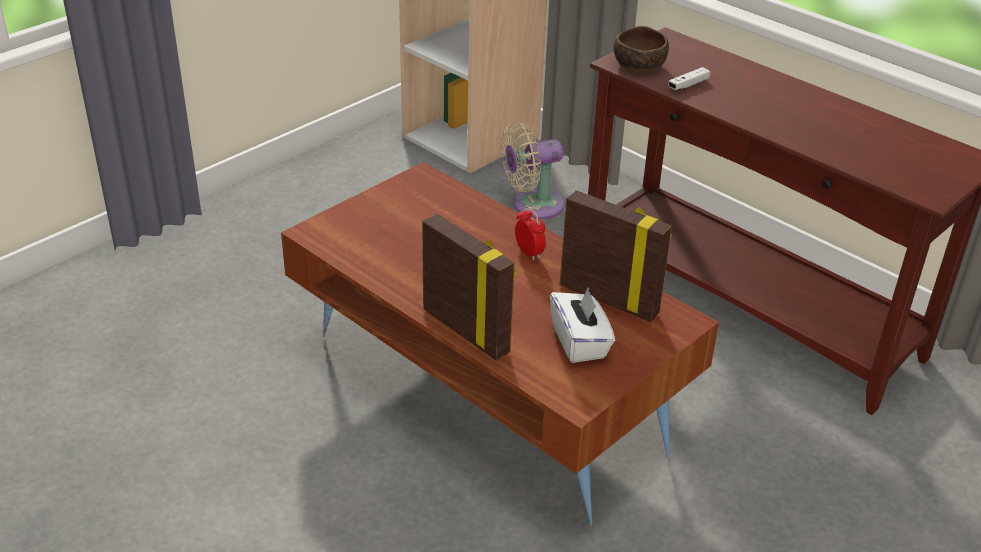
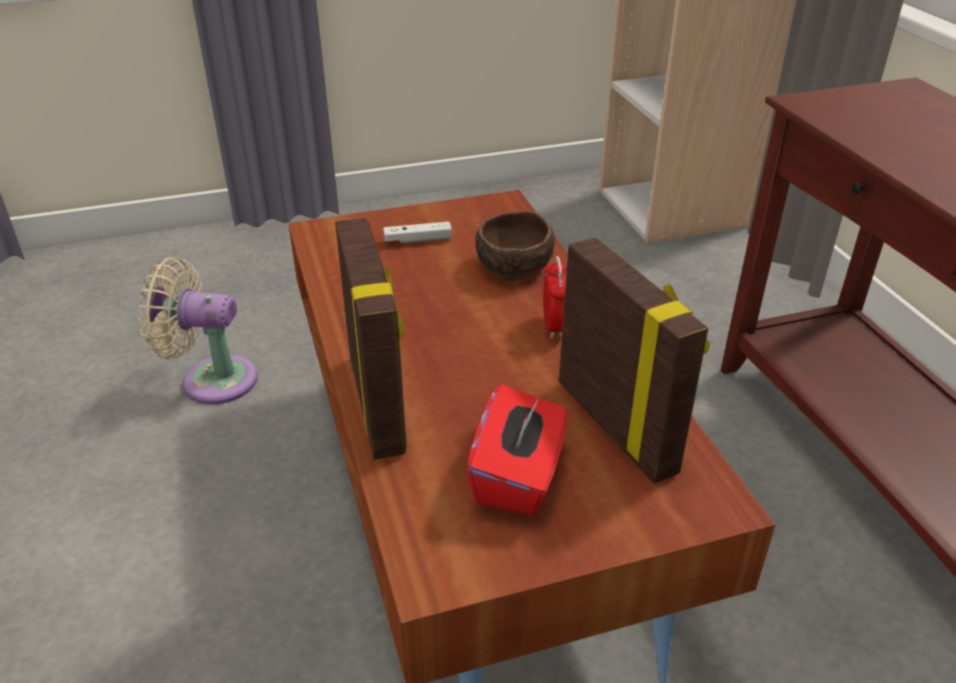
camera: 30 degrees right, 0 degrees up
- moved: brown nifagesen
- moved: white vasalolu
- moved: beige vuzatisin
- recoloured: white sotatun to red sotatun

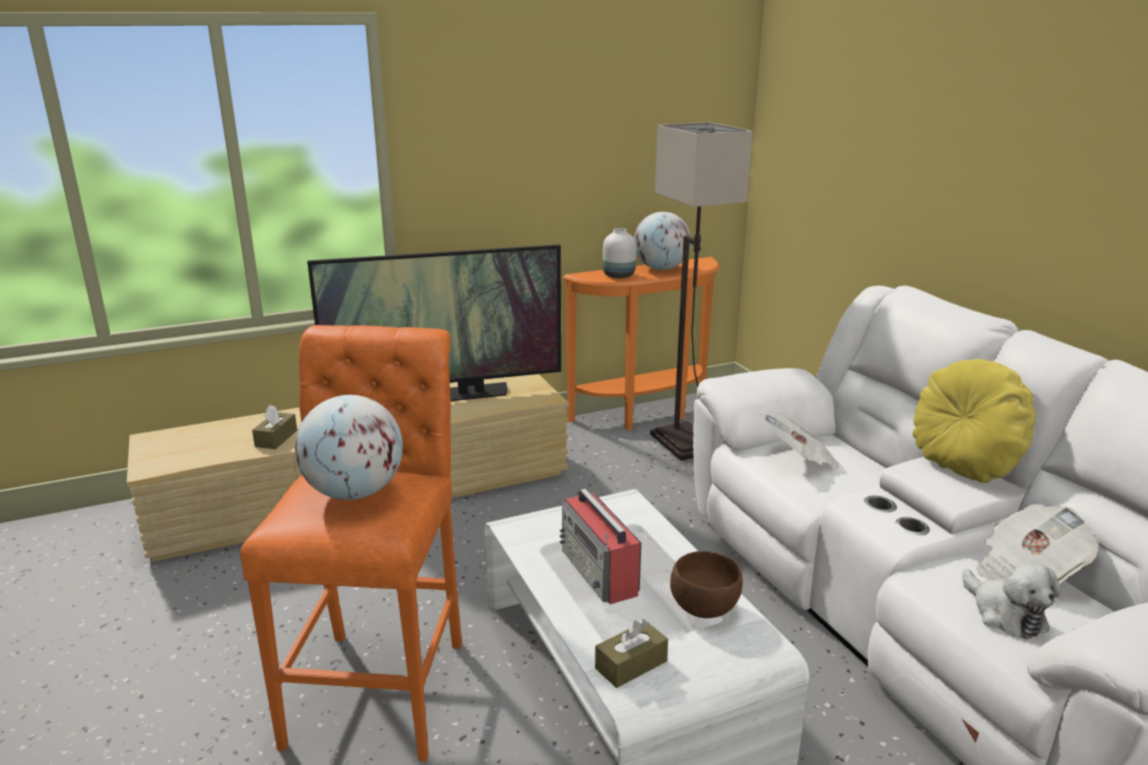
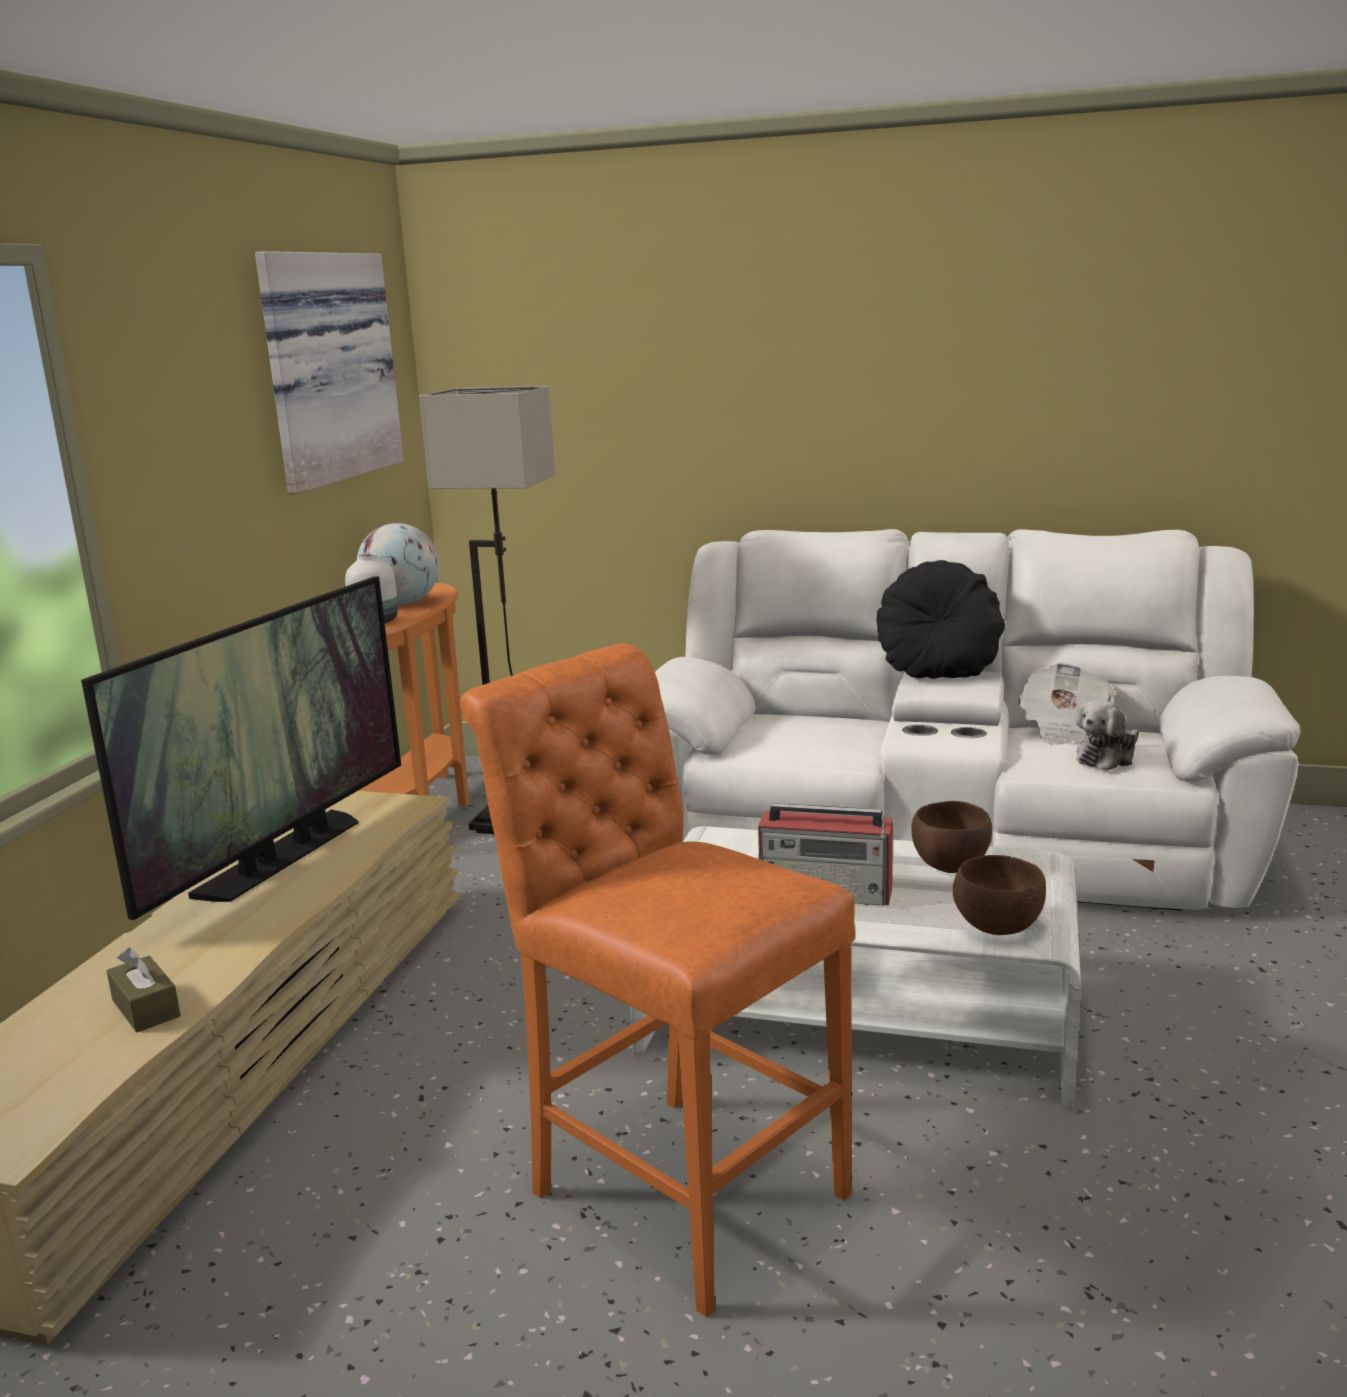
camera: 50 degrees left, 5 degrees down
- recoloured: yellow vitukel to black vitukel
- removed: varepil (1st from left)
- removed: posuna (1st from left)
- turned: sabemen 120 degrees clockwise
- replaced: brown sotatun (2nd from left) to brown nifagesen (2nd from left)
- added: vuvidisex

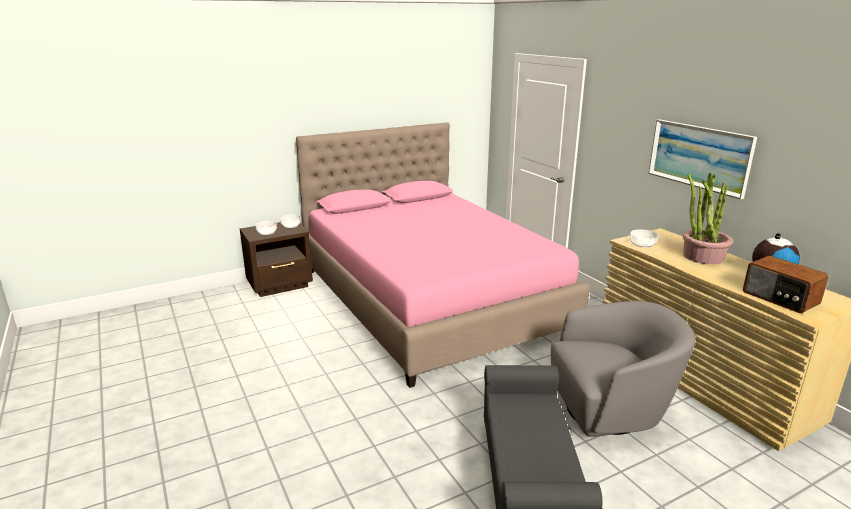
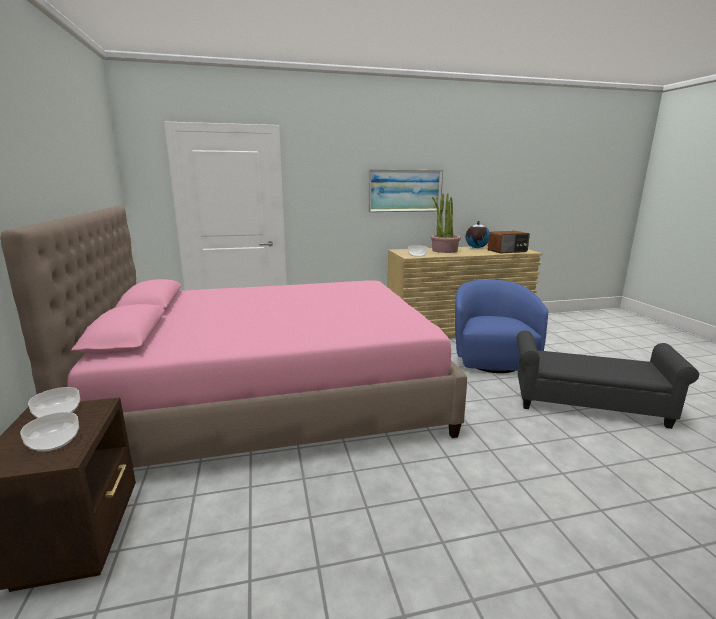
camera: 75 degrees left, 5 degrees down
- recoloured: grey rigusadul to blue rigusadul

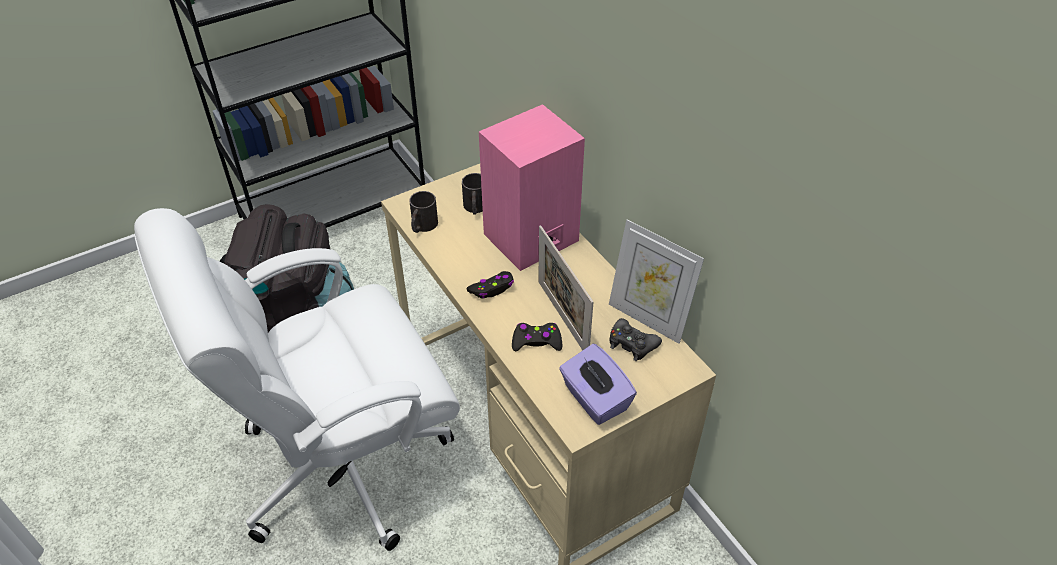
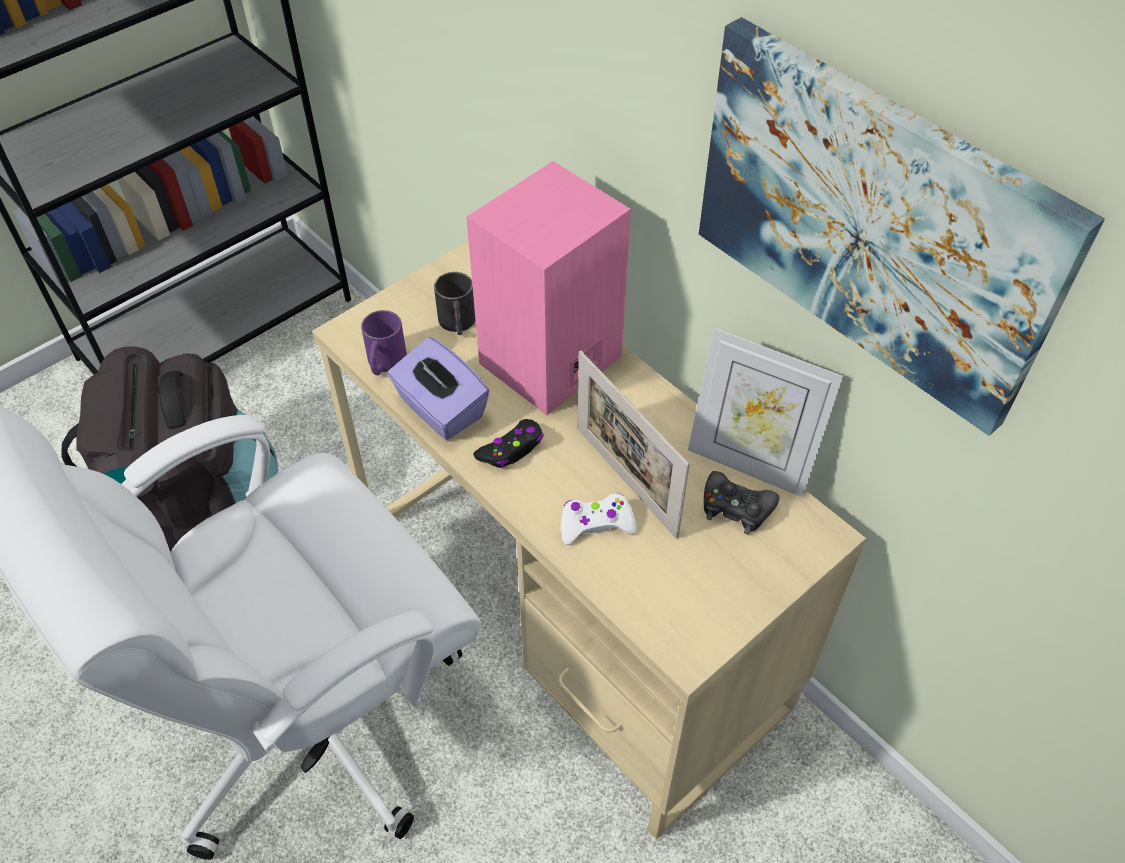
camera: 10 degrees left, 5 degrees up
- recoloured: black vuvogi (1st from left) to purple vuvogi
- recoloured: black vasalolu (2nd from left) to white vasalolu
- moved: purple sotatun
- added: vuvidisex

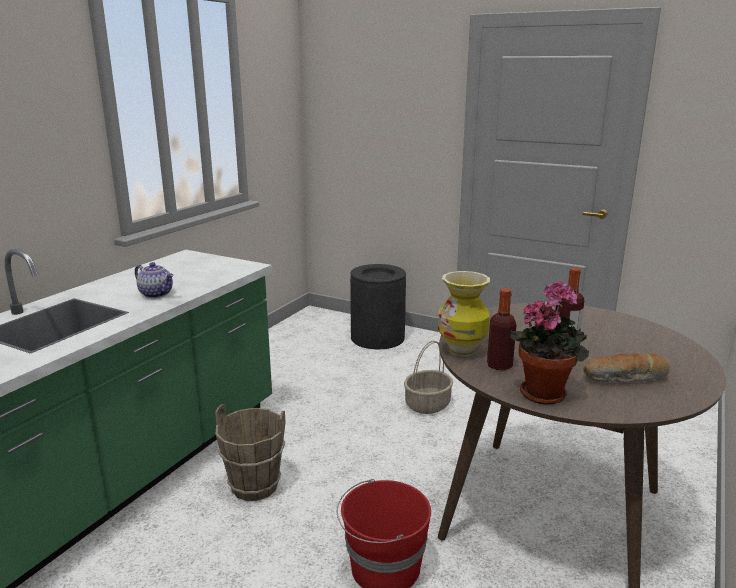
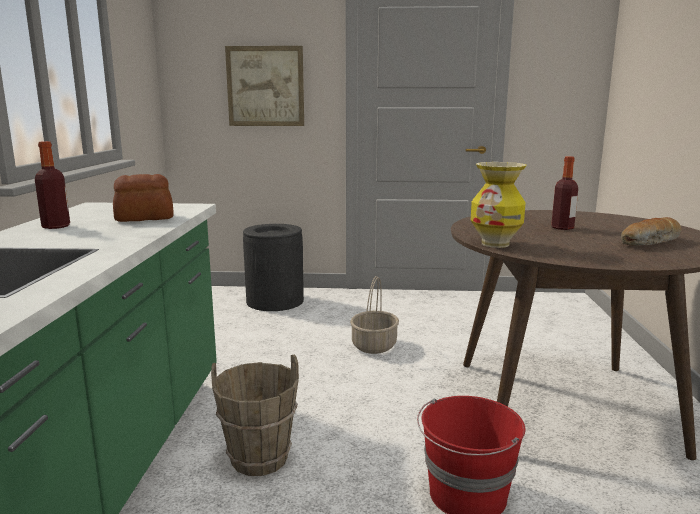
camera: 25 degrees left, 5 degrees down
- removed: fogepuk
- removed: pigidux
- moved: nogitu (1st from left)
- added: vuvidisex
- added: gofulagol (1st from left)

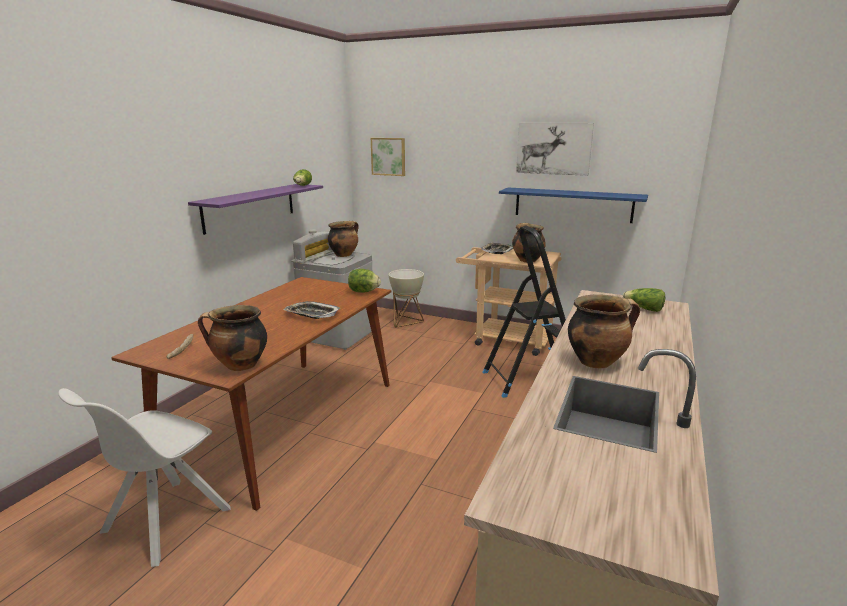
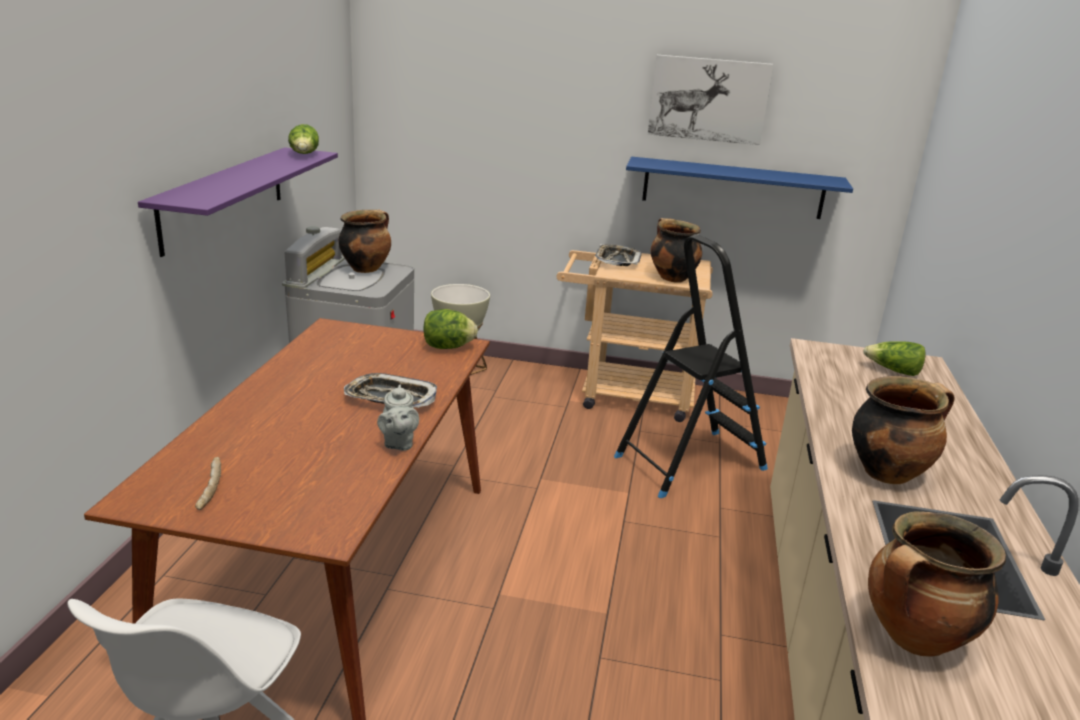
camera: 15 degrees left, 5 degrees up
- removed: vuvidisex (1st from left)
- moved: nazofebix (1st from left in the first image) to nazofebix (4th from left)
- added: grey fogepuk

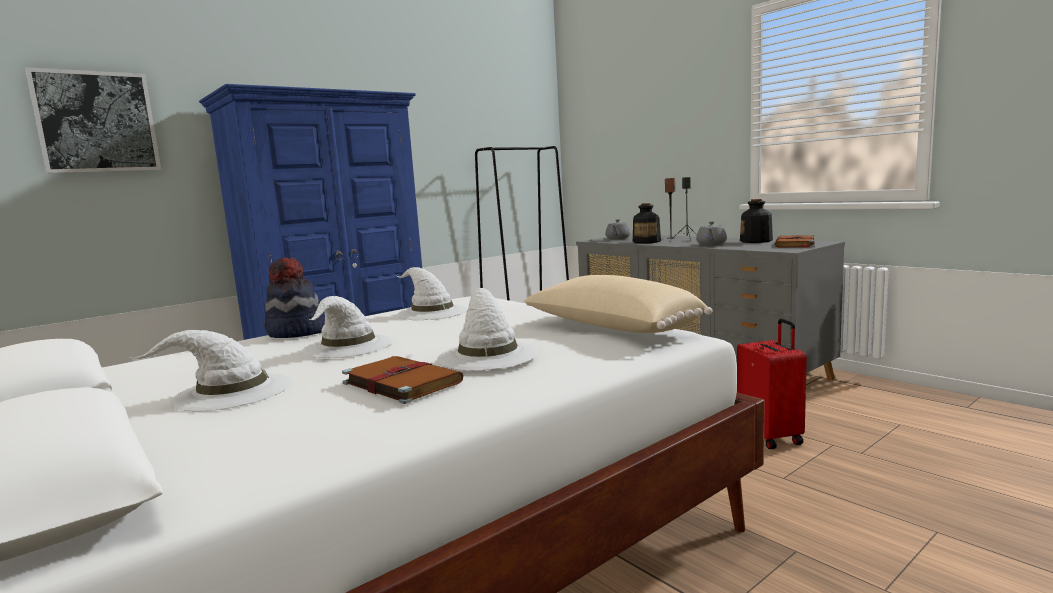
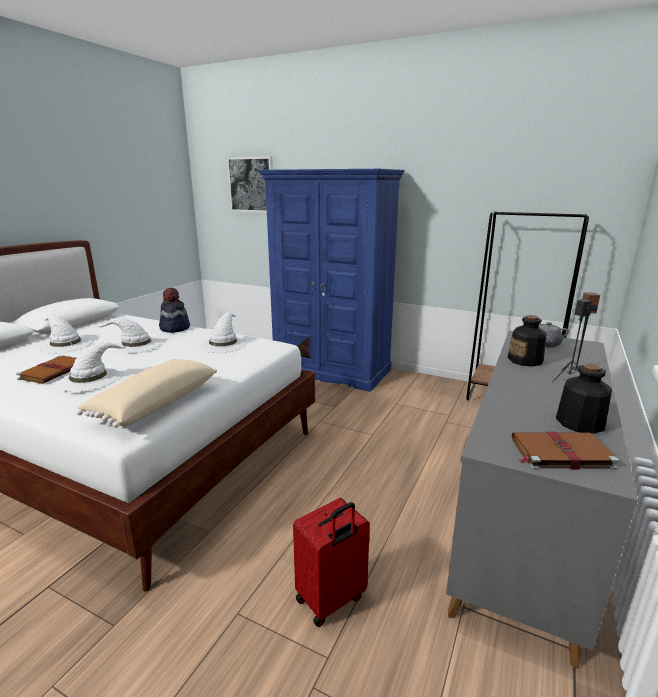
camera: 65 degrees right, 10 degrees up
- removed: grey fogepuk (2nd from left)

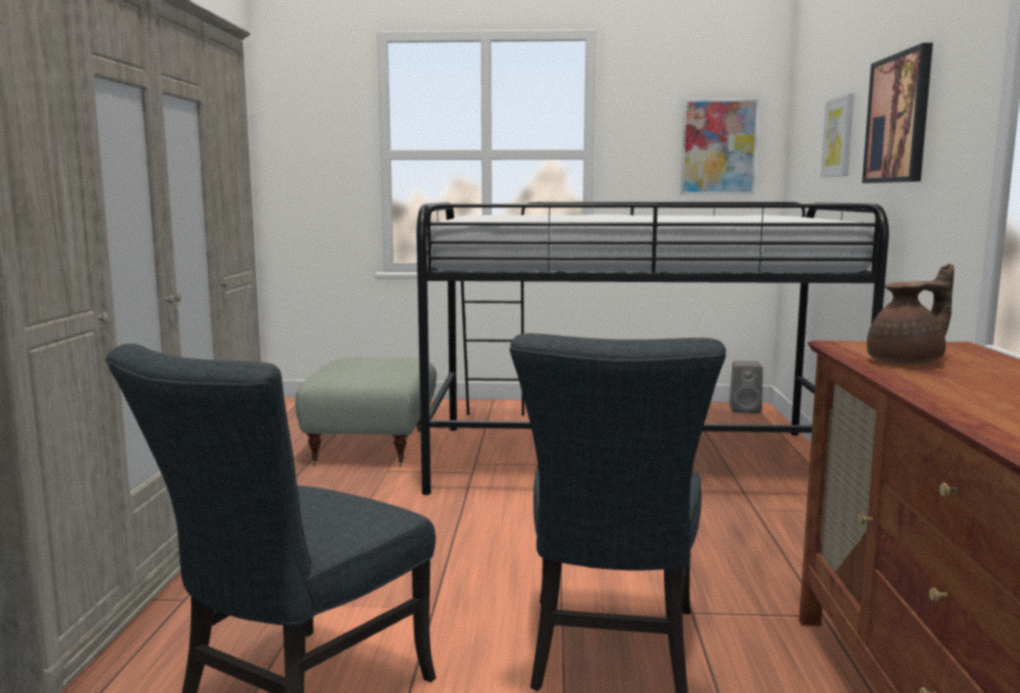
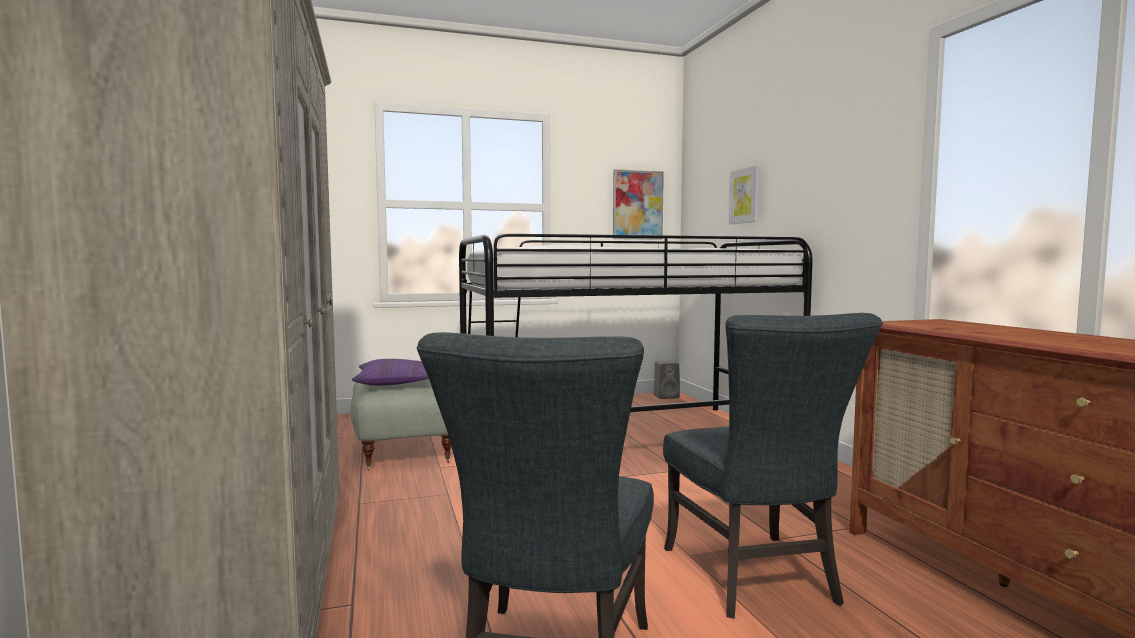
camera: 20 degrees left, 5 degrees down
- removed: vuvidisex (3rd from left)
- removed: brown fogepuk
- added: purple vitukel

